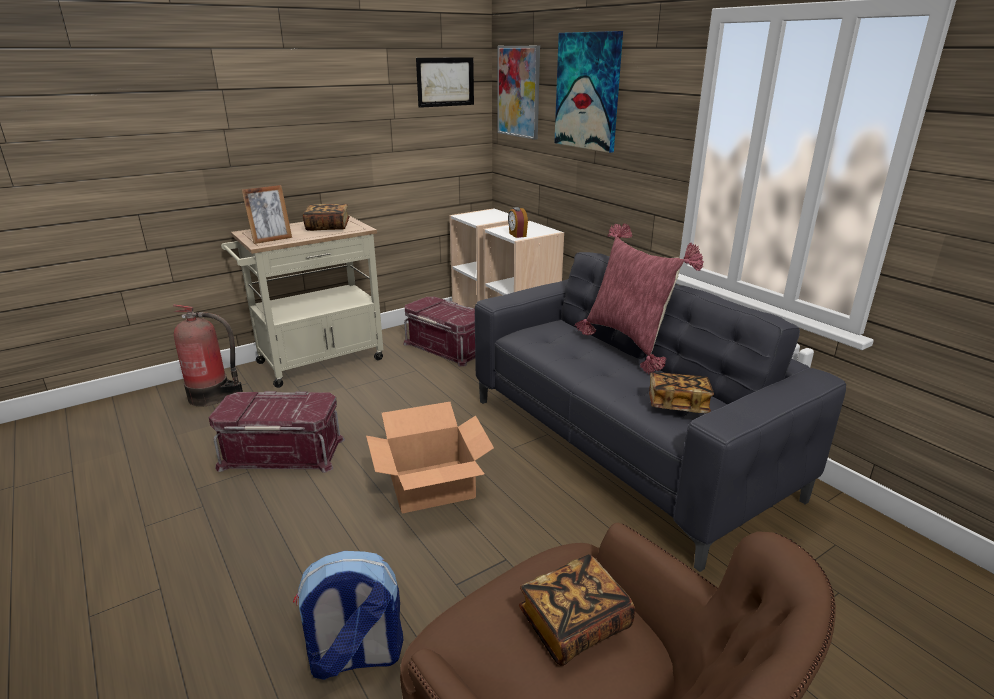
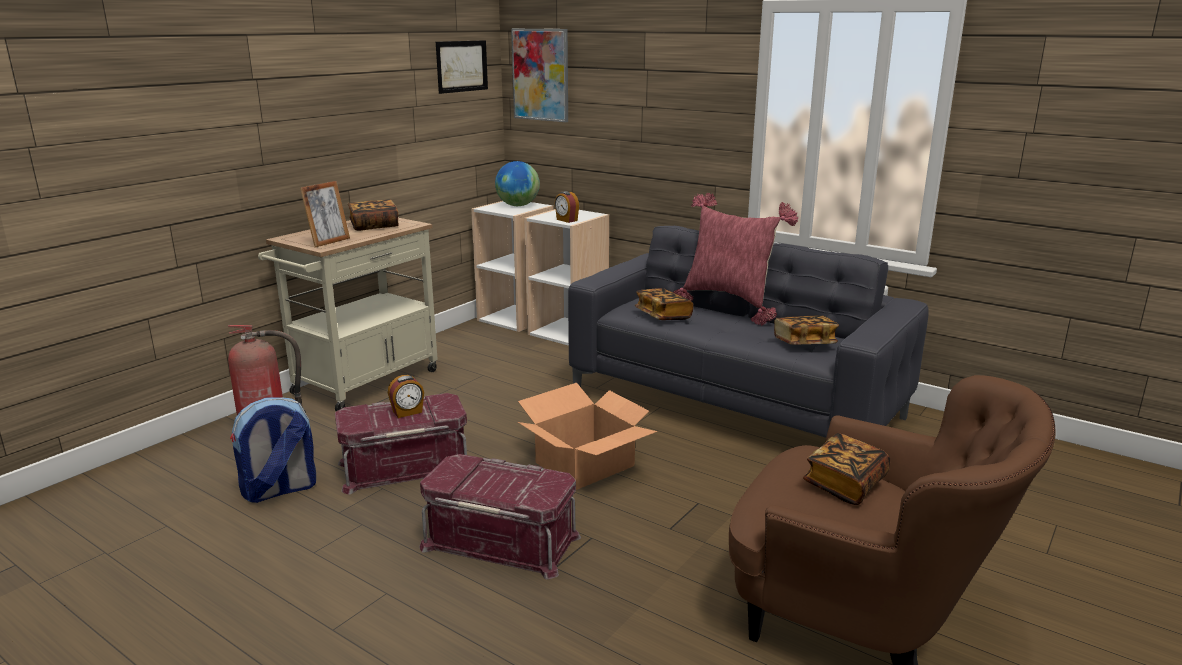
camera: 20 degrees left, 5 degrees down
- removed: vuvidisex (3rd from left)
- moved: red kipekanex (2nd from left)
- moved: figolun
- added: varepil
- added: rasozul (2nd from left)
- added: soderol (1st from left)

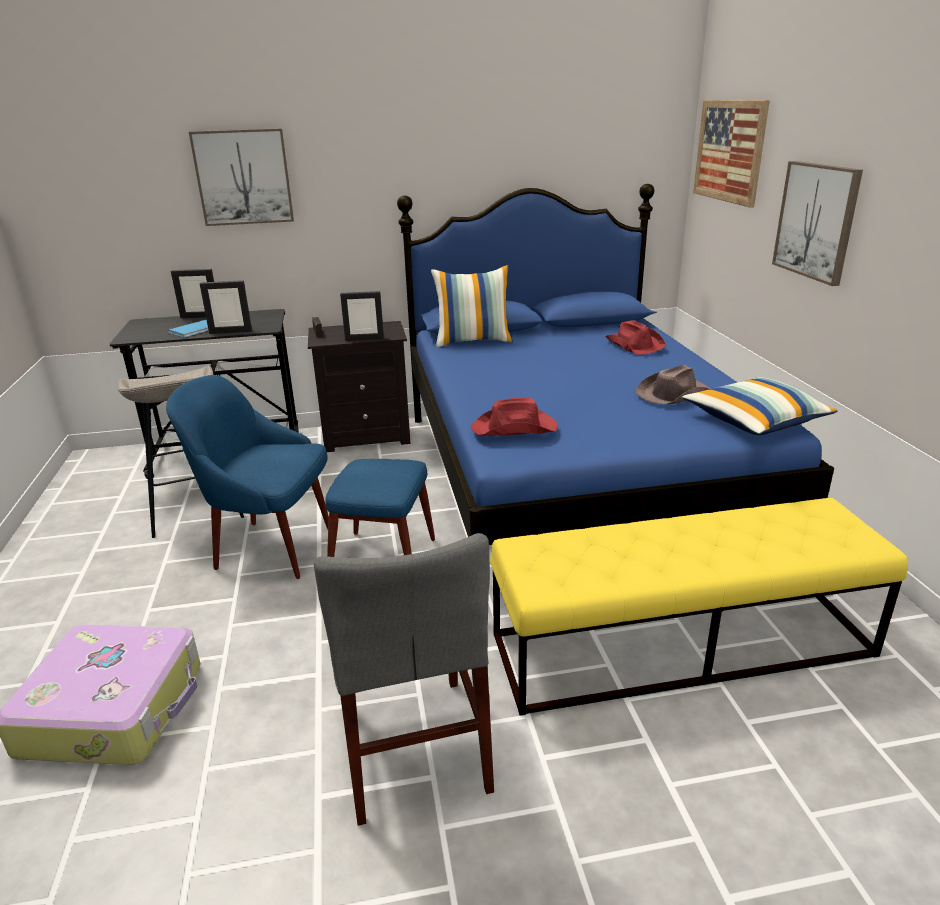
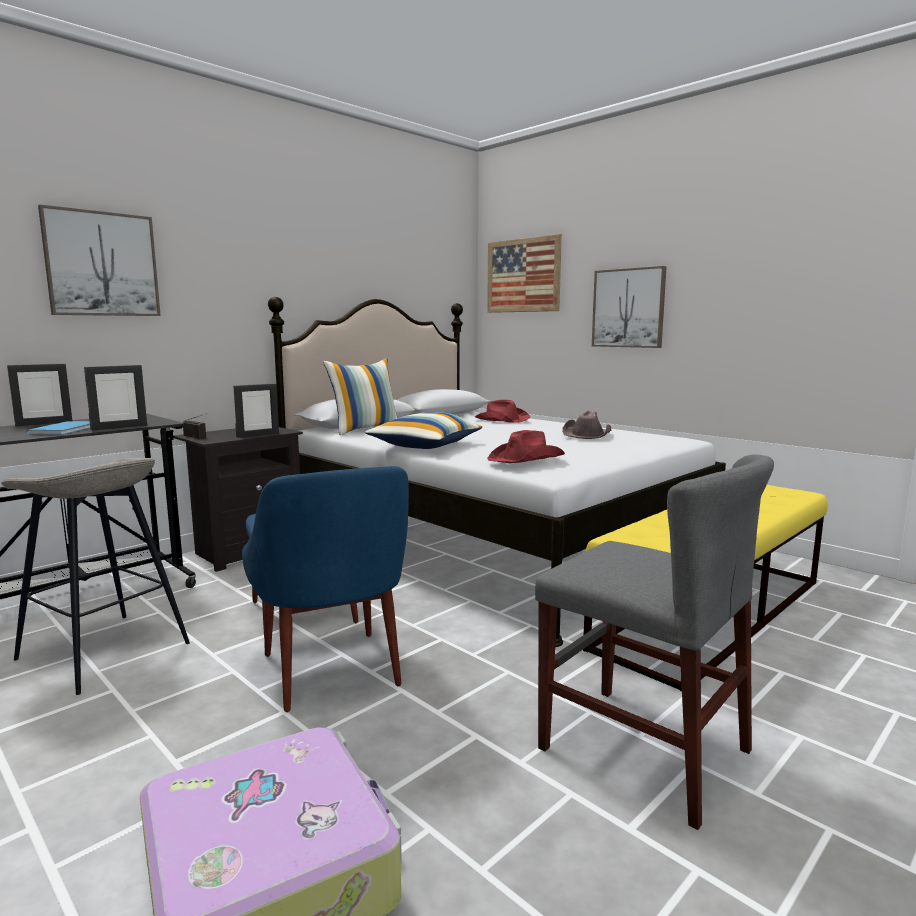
camera: 35 degrees left, 15 degrees down
- recoloured: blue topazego to white topazego
- turned: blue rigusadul 90 degrees counterclockwise
- moved: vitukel (2nd from left)

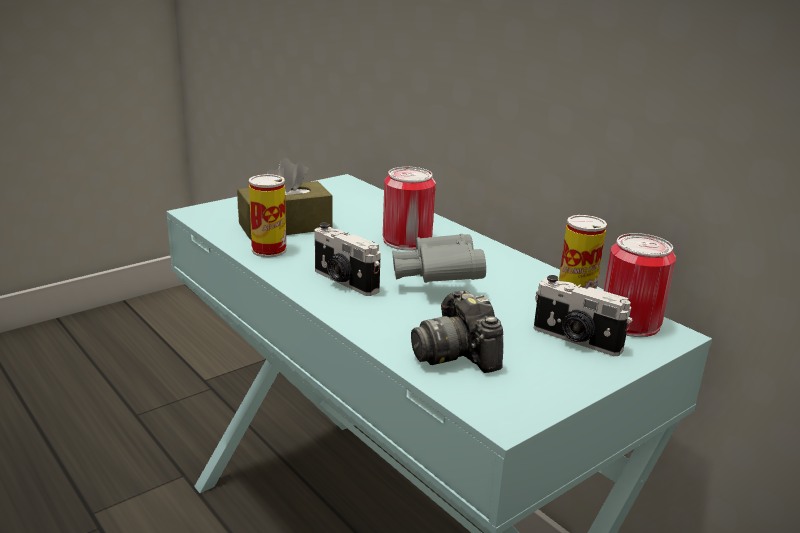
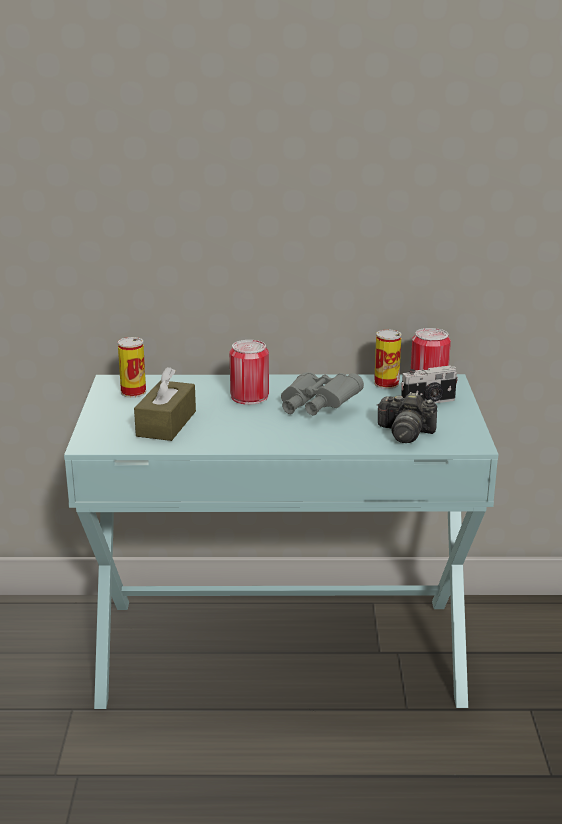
camera: 50 degrees left, 0 degrees up
- moved: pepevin (1st from left)
- removed: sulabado (1st from left)

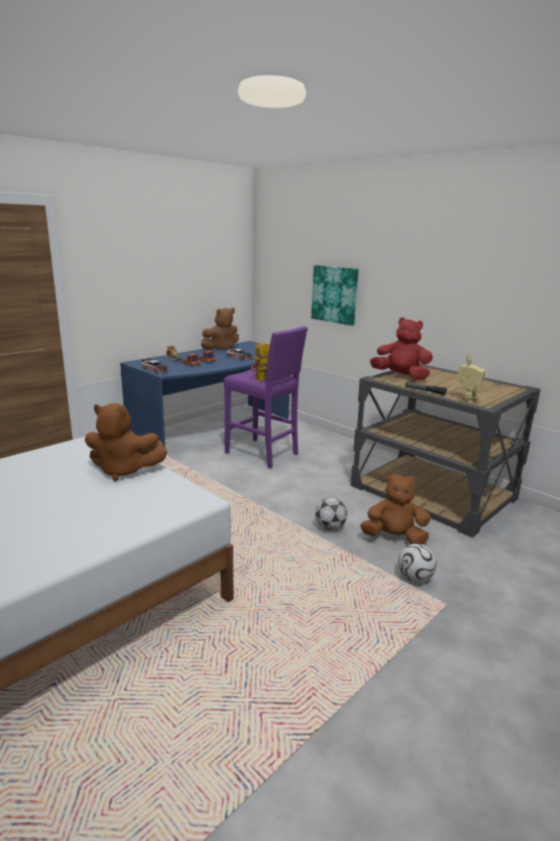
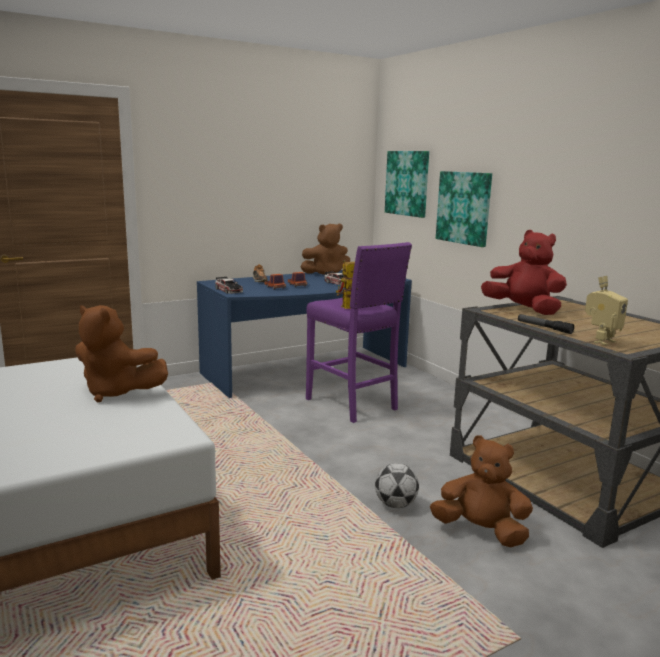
camera: 15 degrees right, 5 degrees down
- removed: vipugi (2nd from left)
- added: vuvidisex (1st from left)

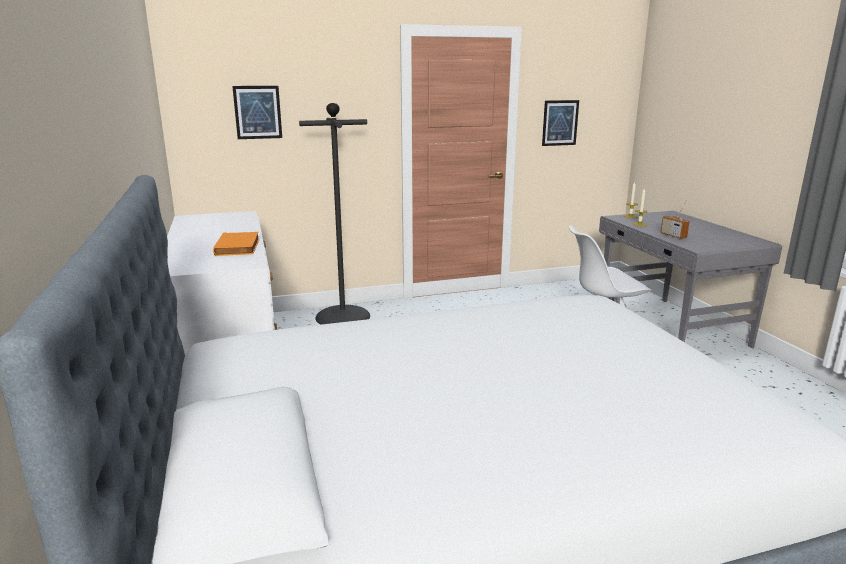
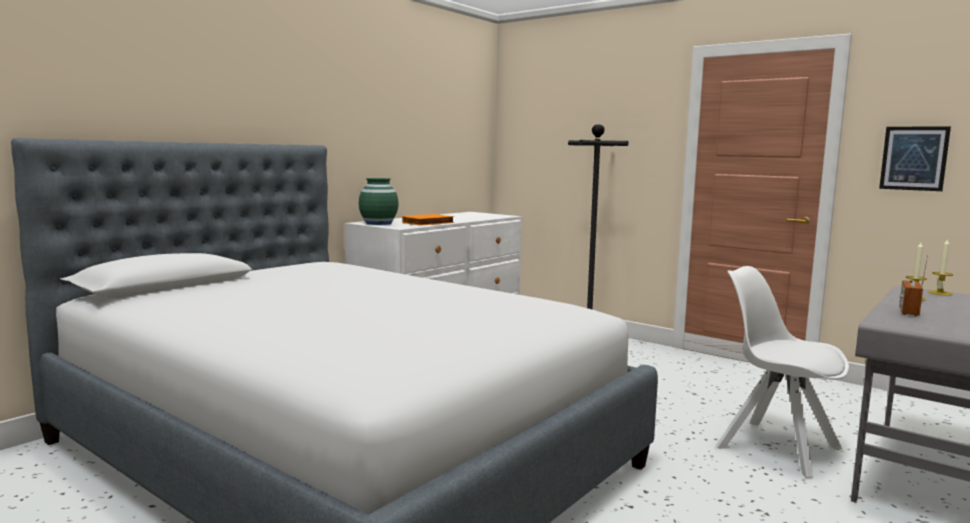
camera: 55 degrees right, 10 degrees down
- removed: vuvidisex (1st from left)
- added: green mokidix

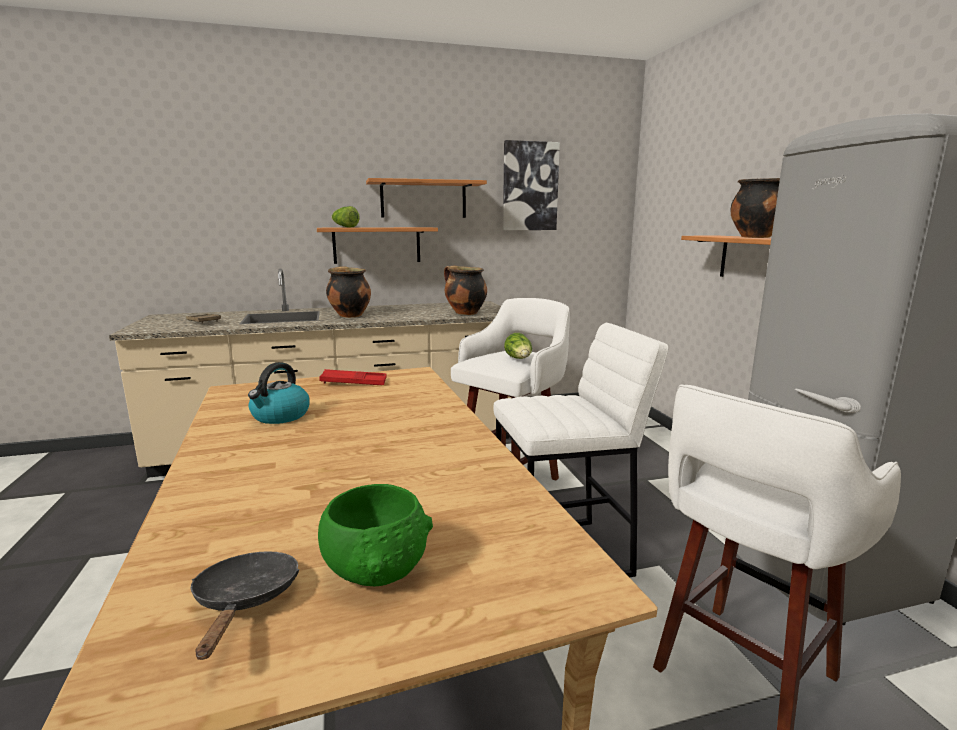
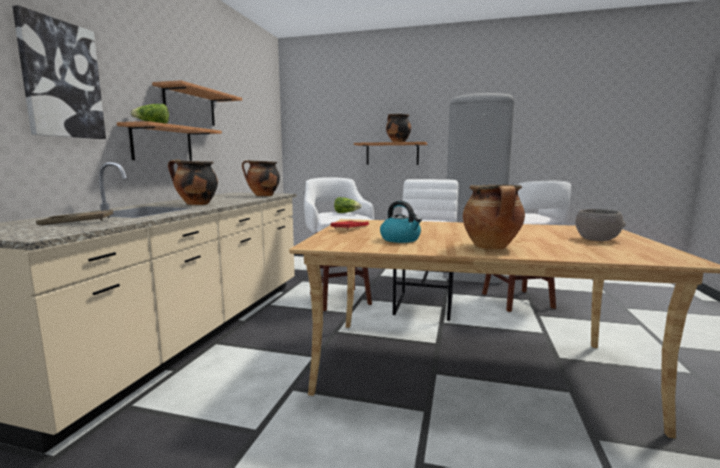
camera: 60 degrees left, 5 degrees down
- moved: vuvidisex
- recoloured: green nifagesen to grey nifagesen
- removed: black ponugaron
- added: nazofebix (4th from left)

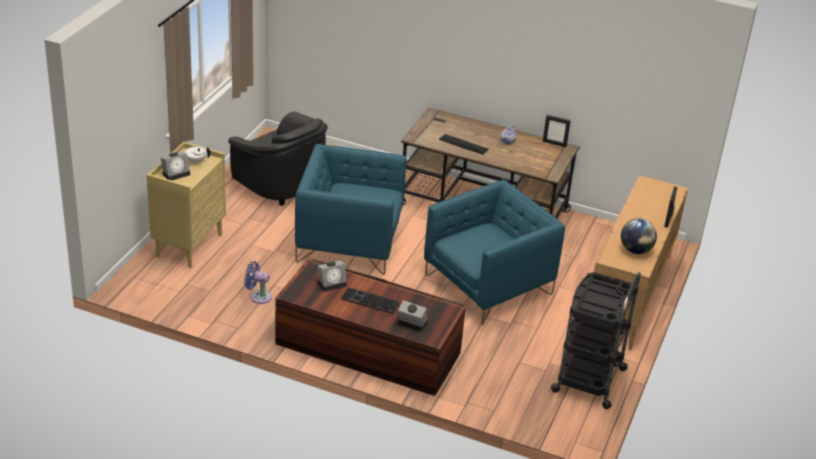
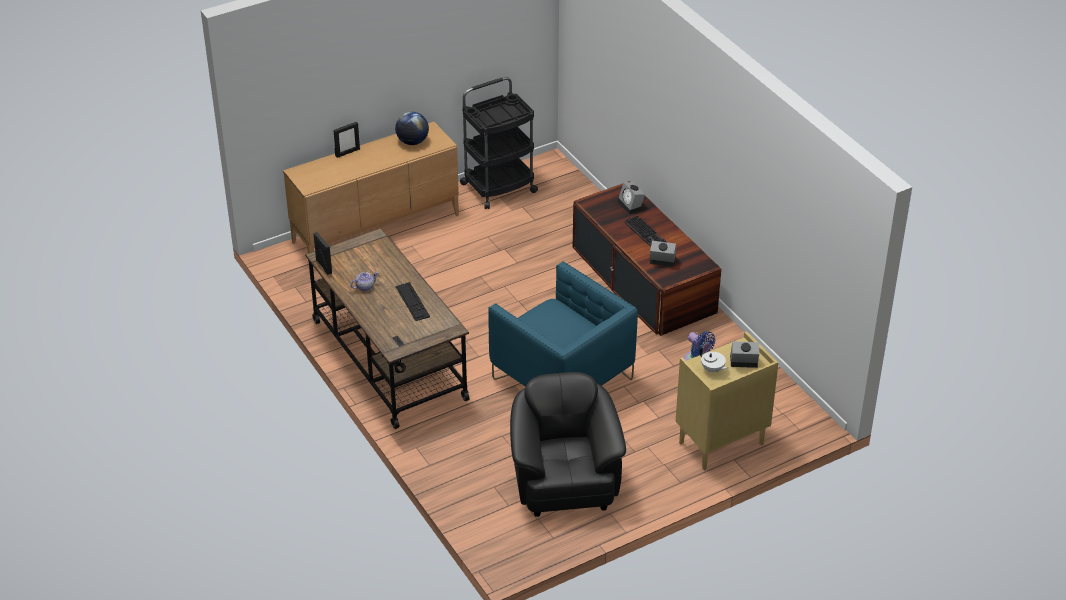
camera: 140 degrees left, 5 degrees up
- removed: blue rigusadul (2nd from left)

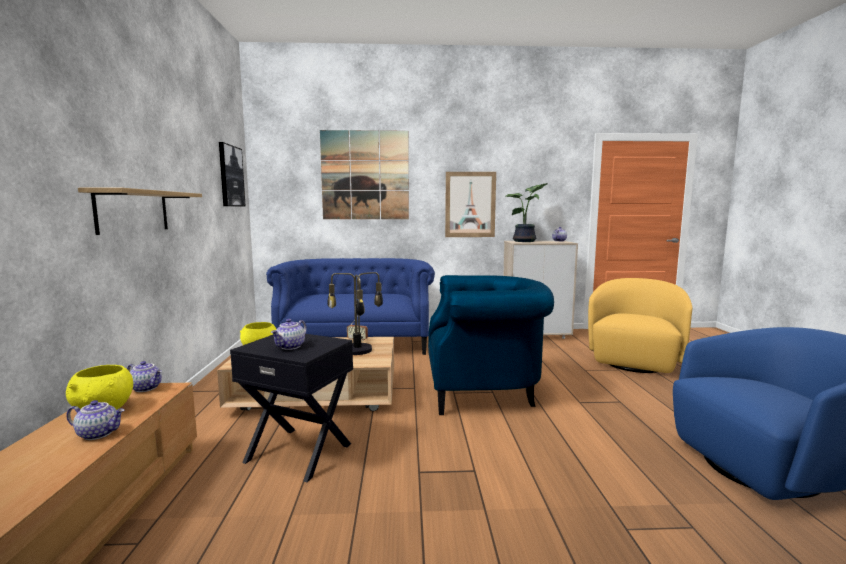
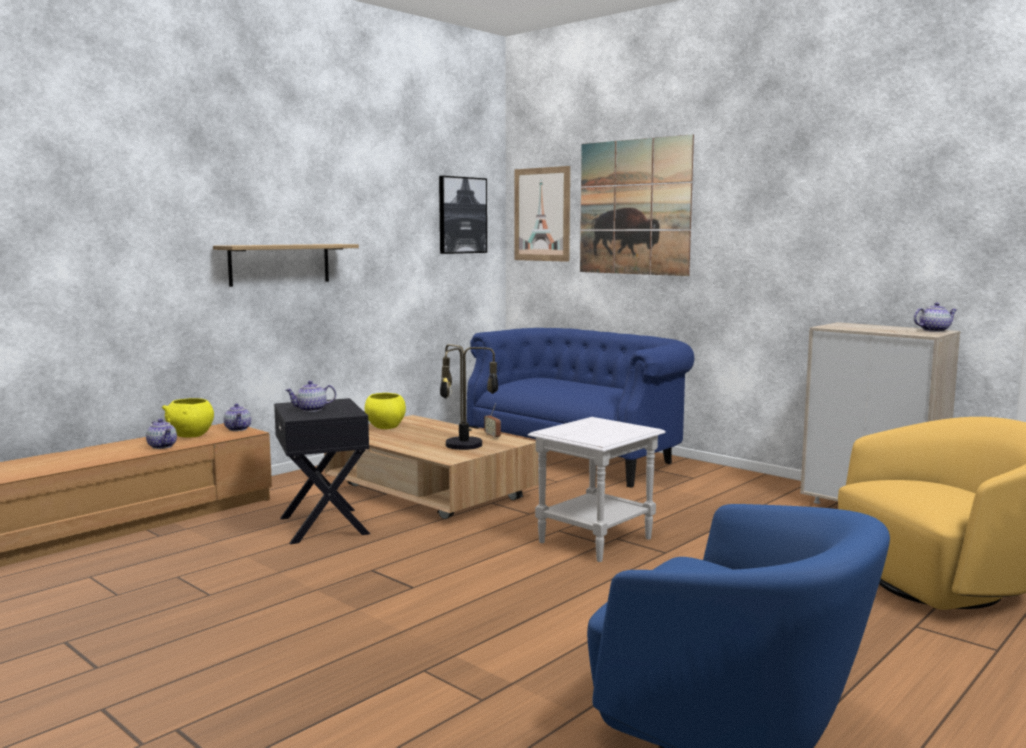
camera: 45 degrees right, 0 degrees up
- moved: vuvidisex (3rd from left in the first image) to vuvidisex (2nd from left)
- removed: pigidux
- replaced: blue rigusadul (1st from left) to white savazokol

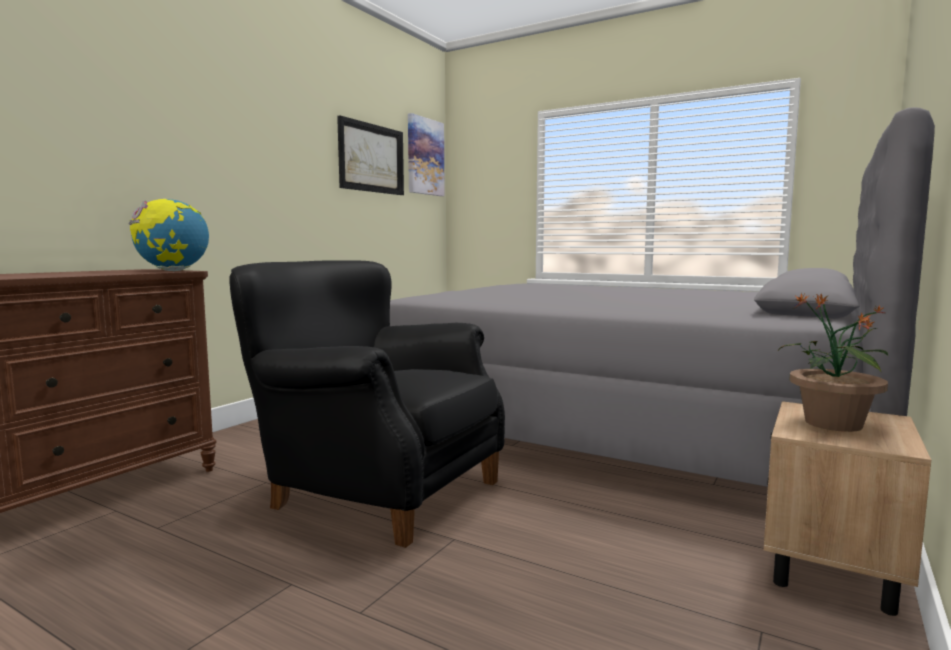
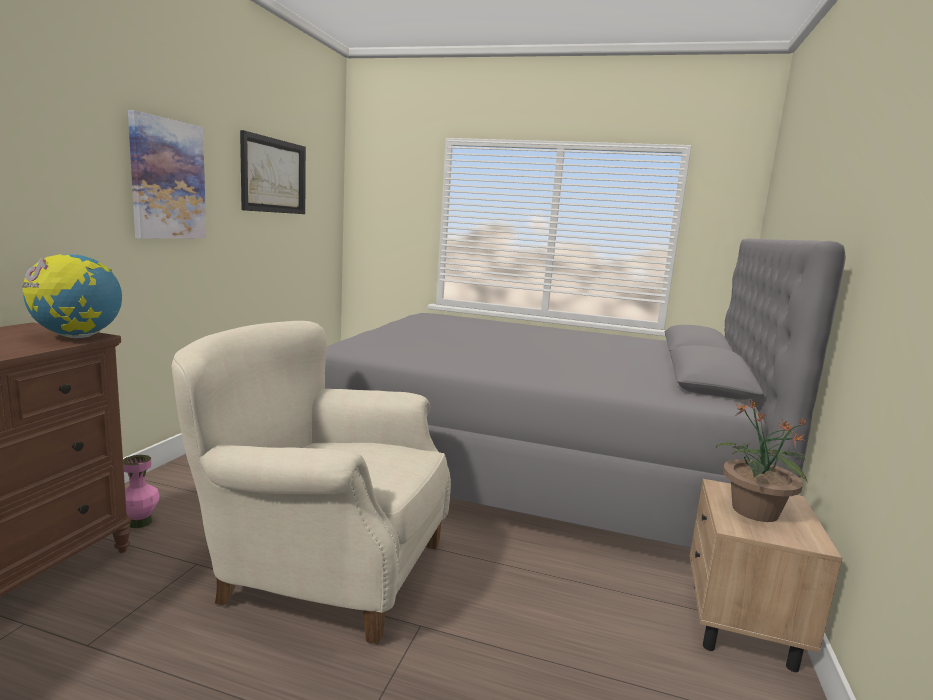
camera: 15 degrees left, 5 degrees up
- moved: vuvidisex (2nd from left in the first image) to vuvidisex (1st from left)
- recoloured: black rigusadul to beige rigusadul
- added: pink mokidix

